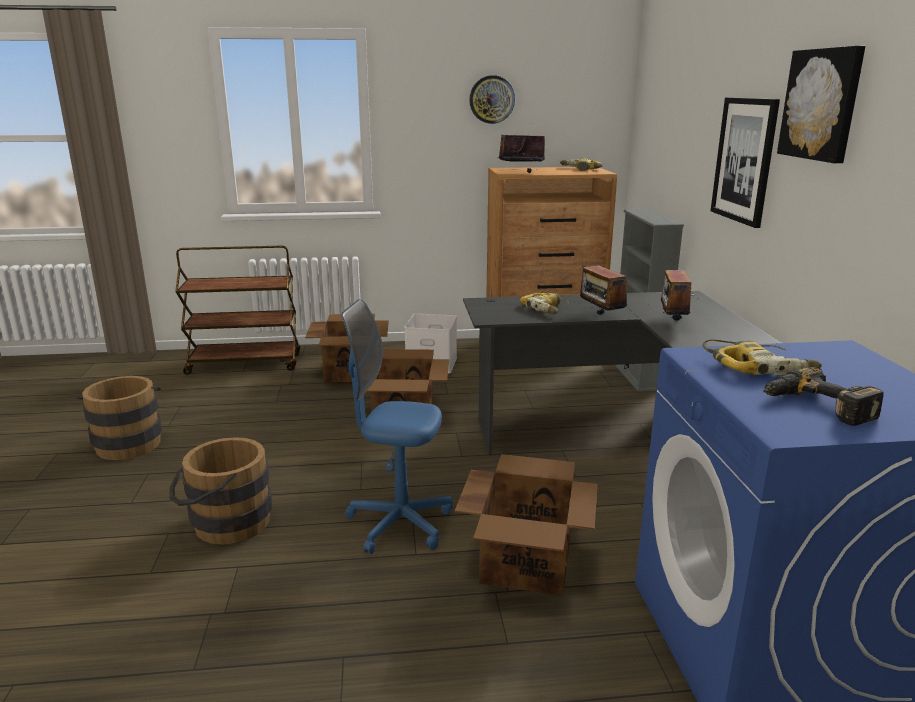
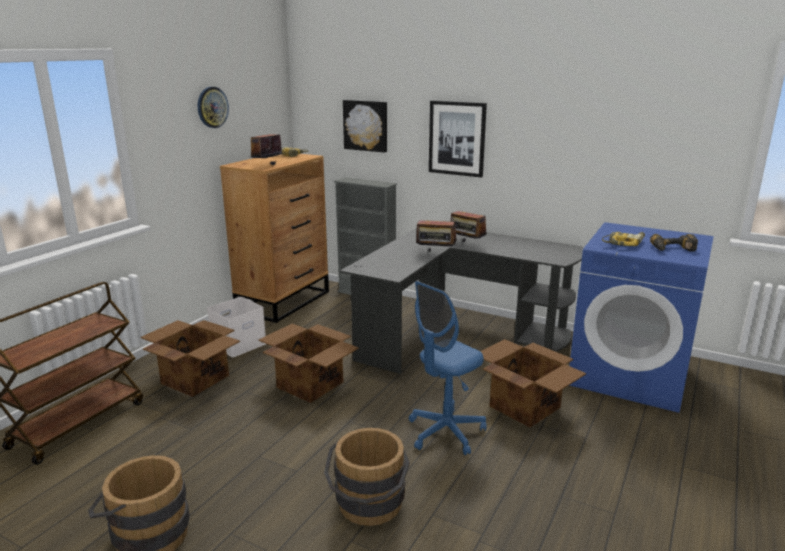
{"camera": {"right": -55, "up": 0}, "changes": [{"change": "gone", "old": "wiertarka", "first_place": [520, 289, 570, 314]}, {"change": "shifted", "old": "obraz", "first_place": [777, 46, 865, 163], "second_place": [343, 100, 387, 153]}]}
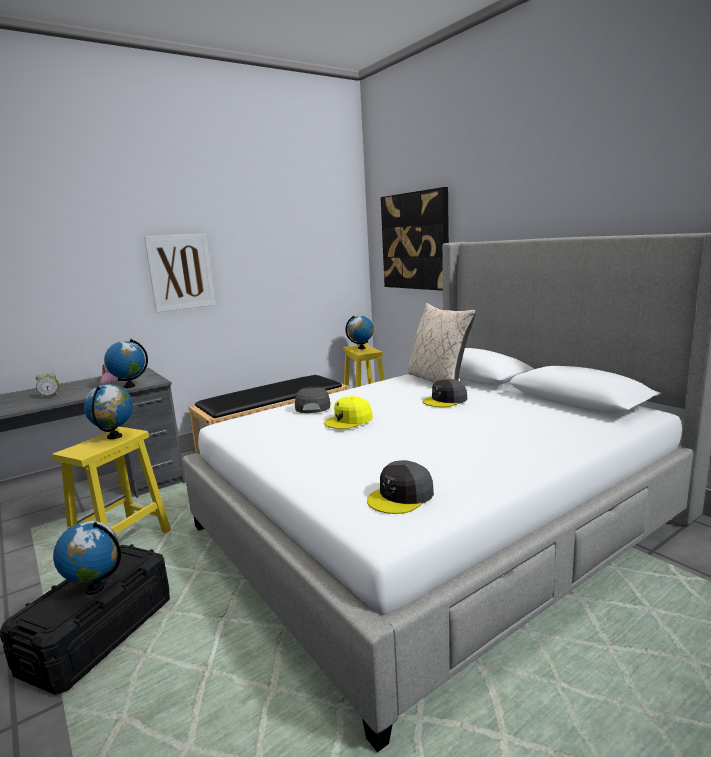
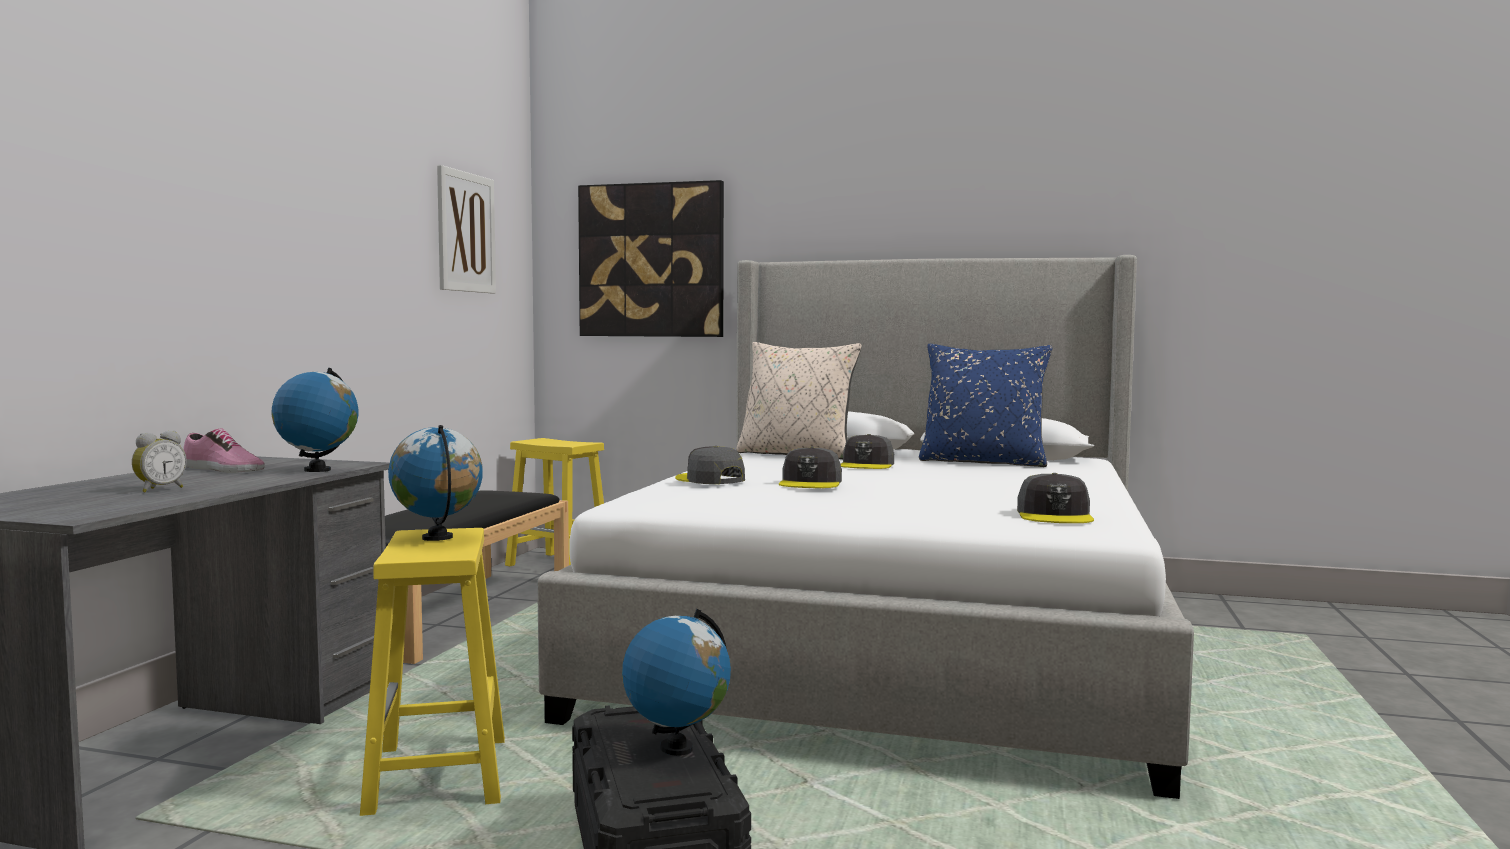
{"camera": {"right": -40, "up": -10}, "changes": [{"change": "gone", "old": "globus", "first_place": [346, 316, 374, 349]}, {"change": "new", "new": "poduszka/niebieski", "second_place": [919, 344, 1052, 467]}, {"change": "shifted", "old": "obraz", "first_place": [144, 234, 215, 312], "second_place": [437, 165, 496, 293]}, {"change": "repainted", "old": "czapka z daszkiem/żółty", "new": "czapka z daszkiem/szary", "first_place": [324, 396, 373, 429], "second_place": [779, 447, 842, 488]}]}
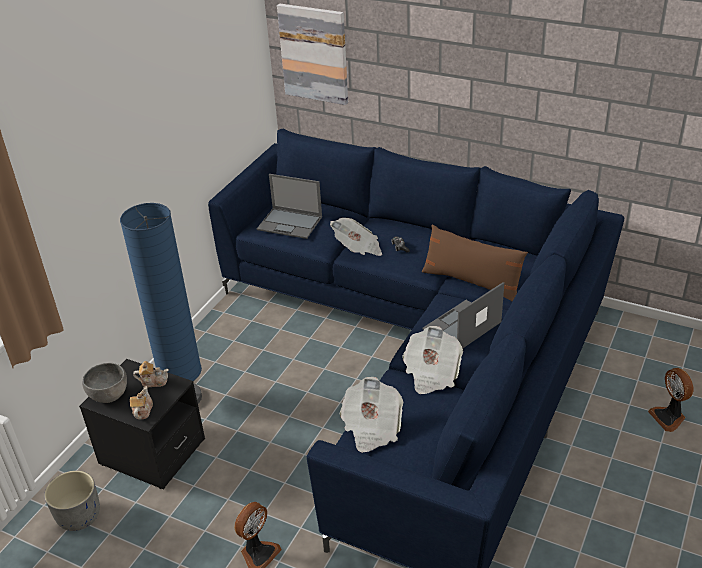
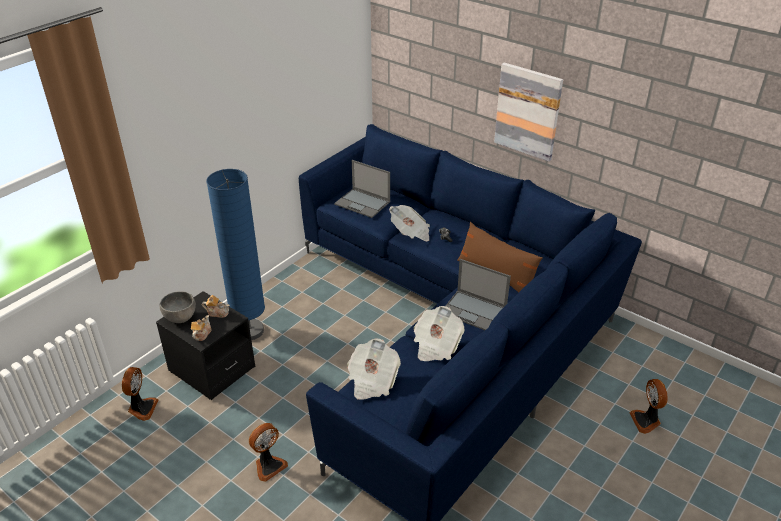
{"camera": {"right": 10, "up": 0}, "changes": [{"change": "shifted", "old": "obraz", "first_place": [277, 4, 348, 105], "second_place": [494, 63, 563, 162]}, {"change": "swapped", "old": "donica/szary", "new": "wentylator", "first_place": [44, 471, 100, 531], "second_place": [122, 367, 158, 421]}, {"change": "rotated", "old": "laptop", "first_place": [423, 282, 504, 349], "second_place": [446, 259, 511, 330], "degrees": -120}]}
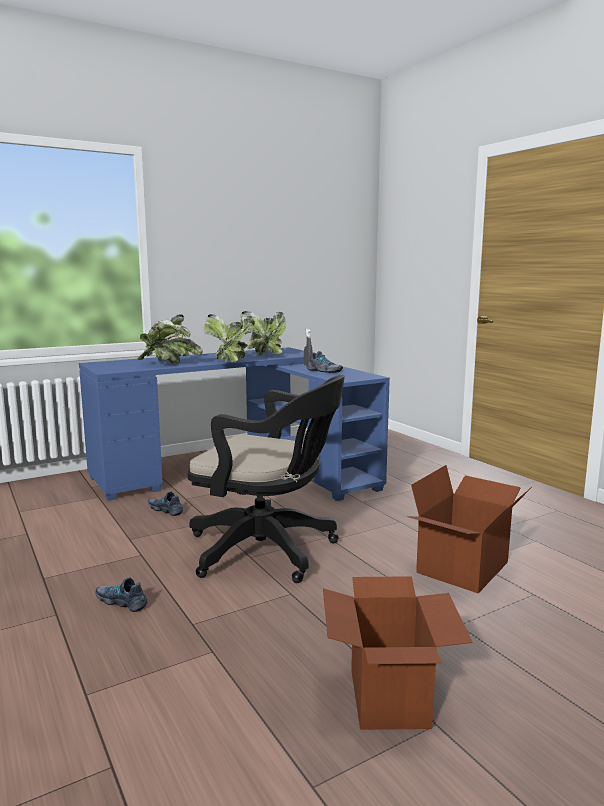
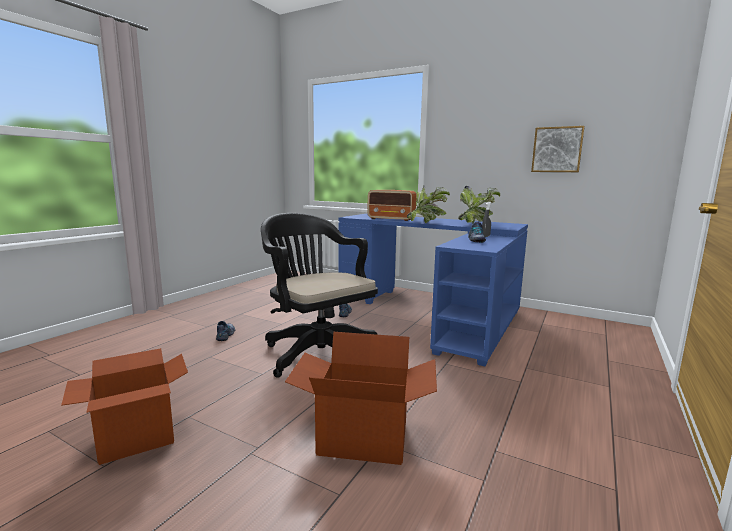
{"camera": {"right": 60, "up": 0}, "changes": [{"change": "new", "new": "obraz", "second_place": [531, 126, 585, 172]}, {"change": "swapped", "old": "roślina doniczkowa", "new": "radio", "first_place": [137, 314, 203, 364], "second_place": [367, 190, 417, 221]}, {"change": "rotated", "old": "krzesło biurowe/czarny", "first_place": [187, 375, 345, 583], "second_place": [261, 213, 378, 378], "degrees": 150}]}
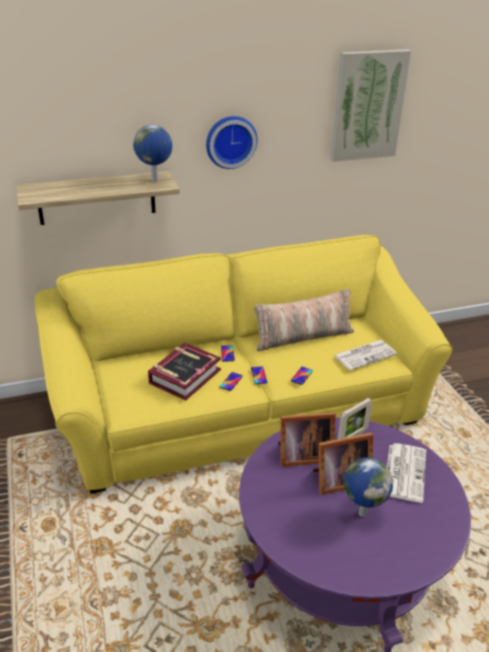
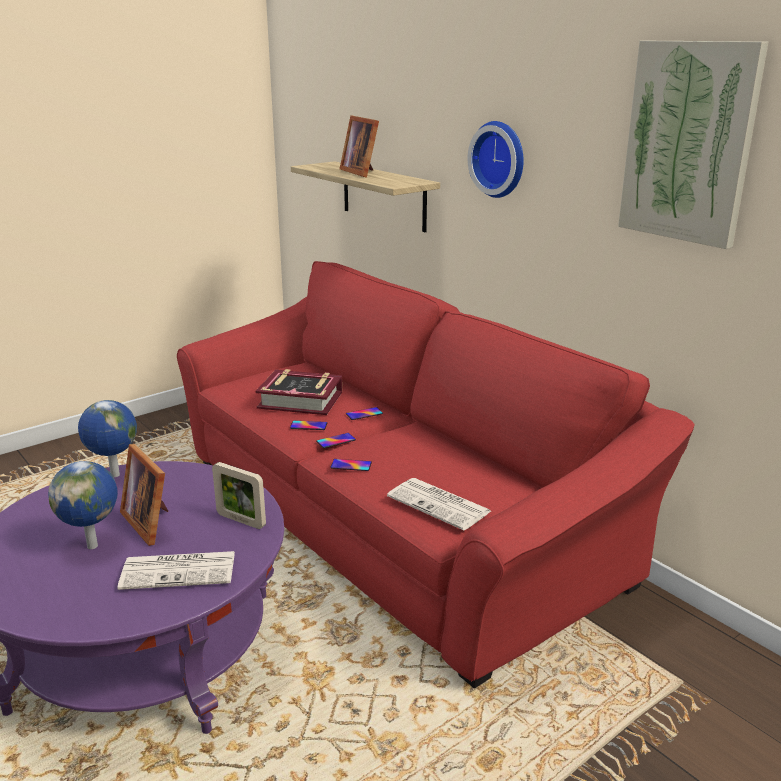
{"camera": {"right": 70, "up": -10}, "changes": [{"change": "gone", "old": "poduszka", "first_place": [254, 289, 354, 351]}, {"change": "shifted", "old": "globus", "first_place": [133, 125, 172, 182], "second_place": [78, 400, 137, 477]}, {"change": "shifted", "old": "ramka na zdjęcie", "first_place": [278, 412, 336, 467], "second_place": [339, 115, 379, 178]}, {"change": "repainted", "old": "kanapa/żółty", "new": "kanapa/czerwony", "first_place": [35, 235, 453, 494], "second_place": [177, 261, 695, 688]}]}
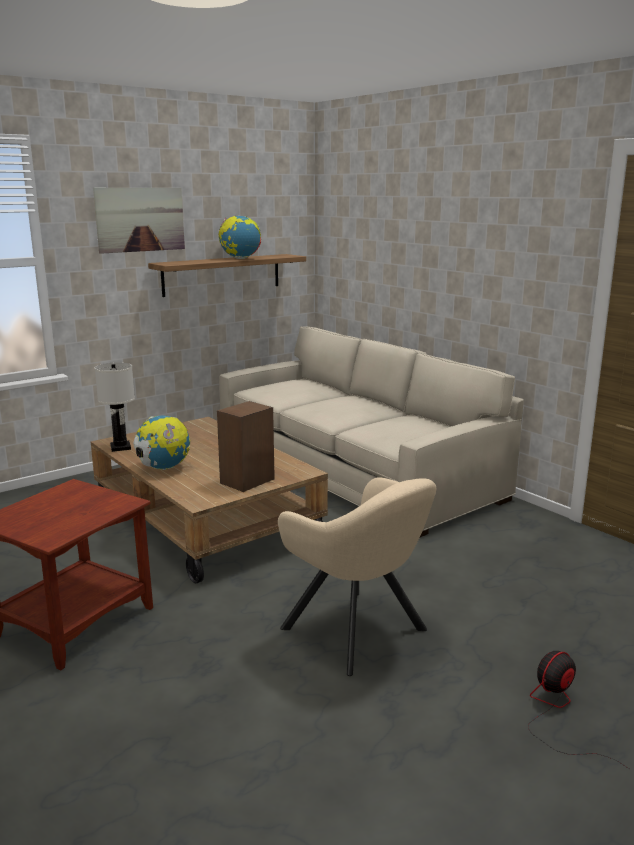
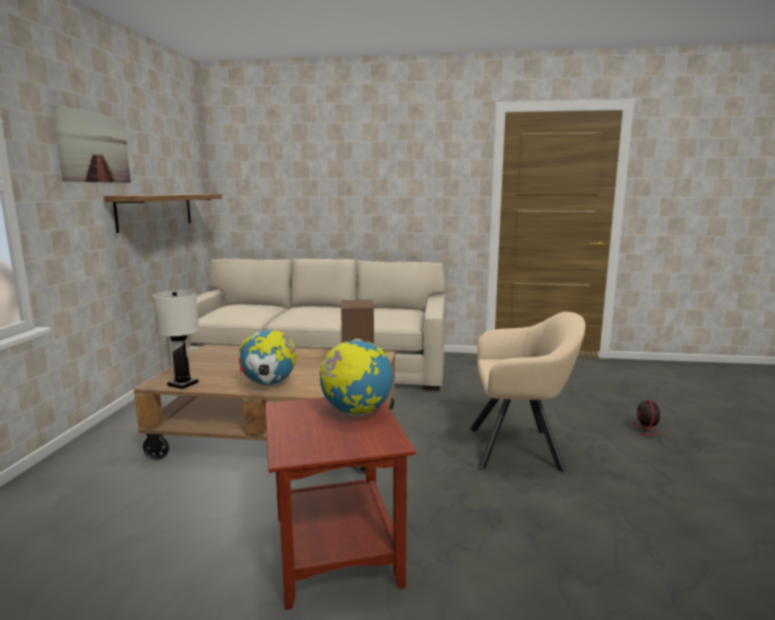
{"camera": {"right": -45, "up": -5}, "changes": [{"change": "shifted", "old": "globus", "first_place": [219, 216, 261, 259], "second_place": [319, 339, 393, 416]}]}
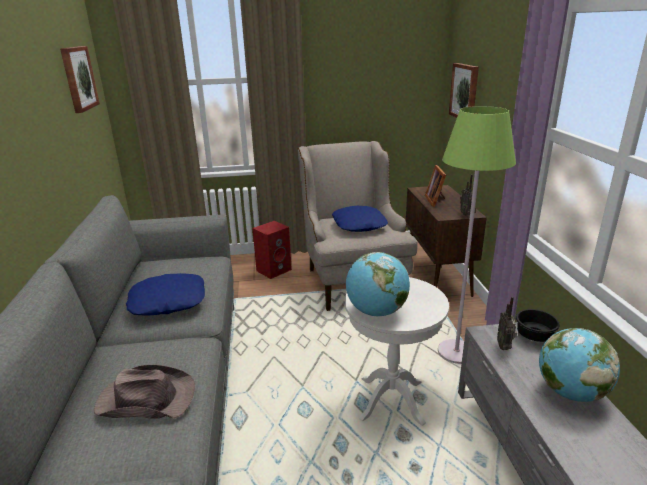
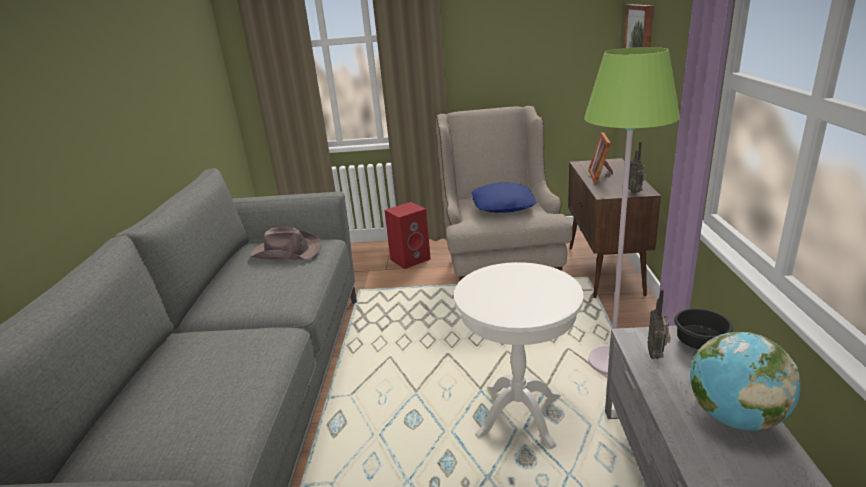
{"camera": {"right": 10, "up": 0}, "changes": [{"change": "gone", "old": "obraz", "first_place": [60, 46, 100, 113]}, {"change": "gone", "old": "poduszka/niebieski", "first_place": [126, 273, 205, 316]}, {"change": "gone", "old": "globus", "first_place": [346, 252, 410, 316]}, {"change": "shifted", "old": "kapelusz/brązowy", "first_place": [94, 365, 195, 419], "second_place": [250, 227, 322, 260]}]}
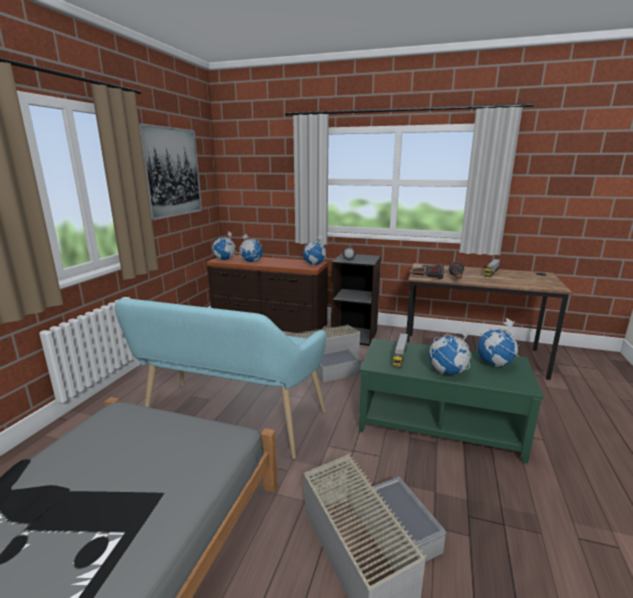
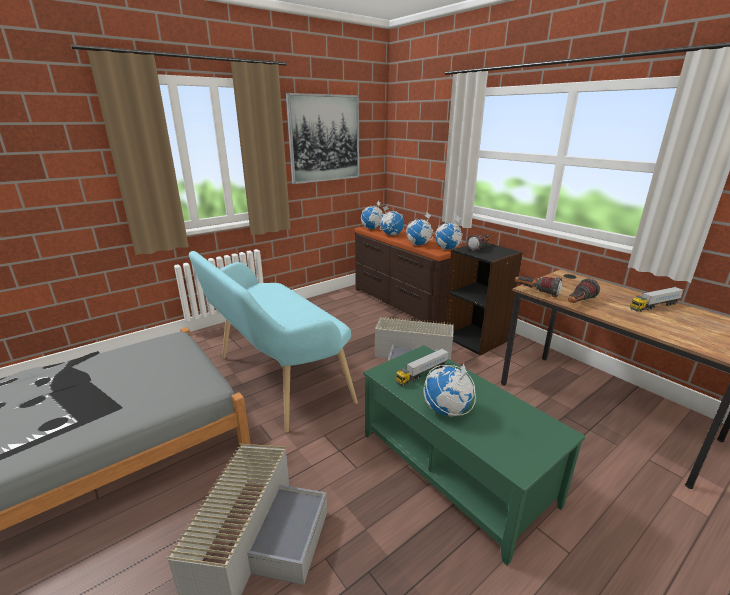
{"camera": {"right": 35, "up": 5}, "changes": [{"change": "shifted", "old": "globus", "first_place": [478, 318, 519, 367], "second_place": [406, 213, 433, 245]}]}
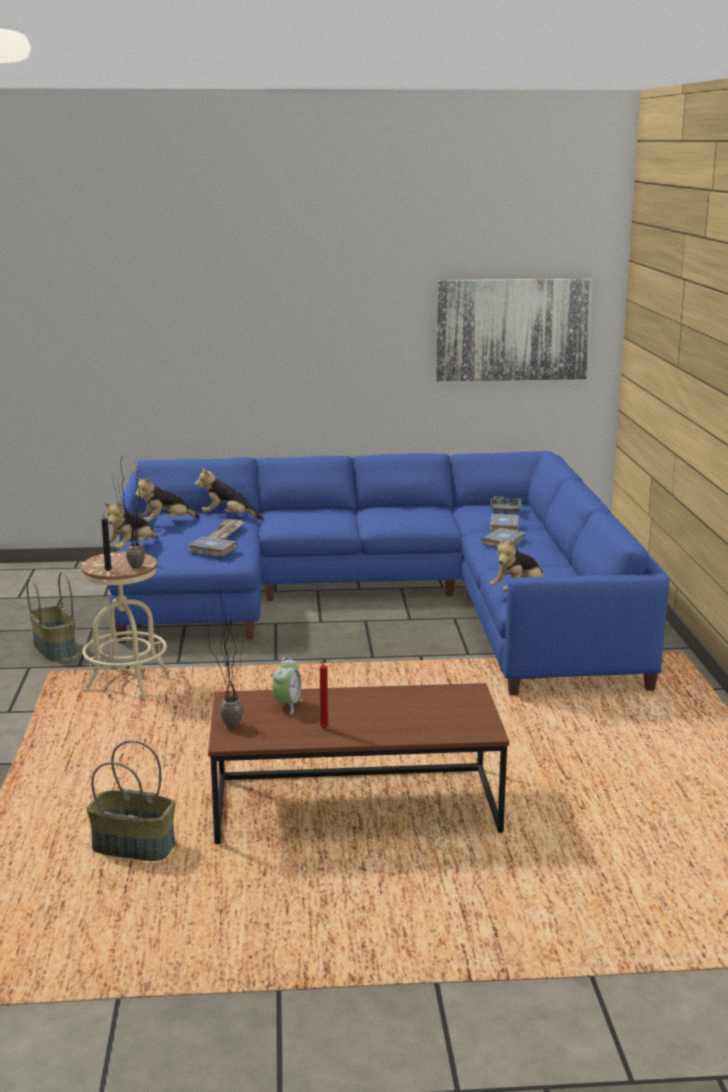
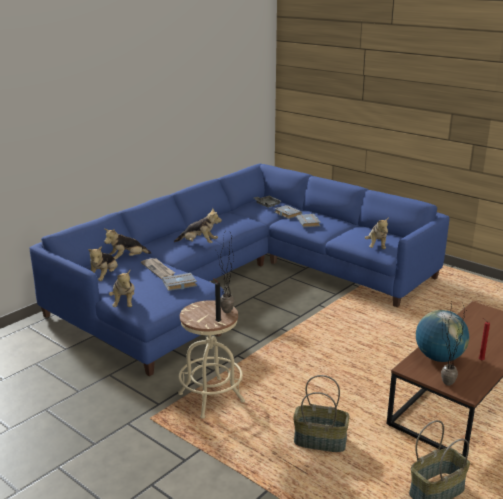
{"camera": {"right": -45, "up": 5}, "changes": [{"change": "gone", "old": "obraz", "first_place": [436, 279, 592, 381]}, {"change": "new", "new": "pluszak", "second_place": [174, 208, 222, 243]}, {"change": "shifted", "old": "koszyk", "first_place": [27, 572, 77, 661], "second_place": [293, 375, 350, 452]}, {"change": "swapped", "old": "budzik", "new": "globus", "first_place": [273, 657, 303, 714], "second_place": [416, 310, 469, 362]}]}
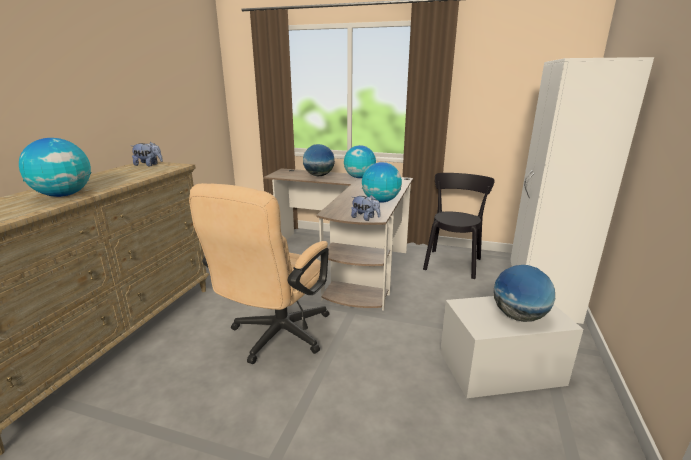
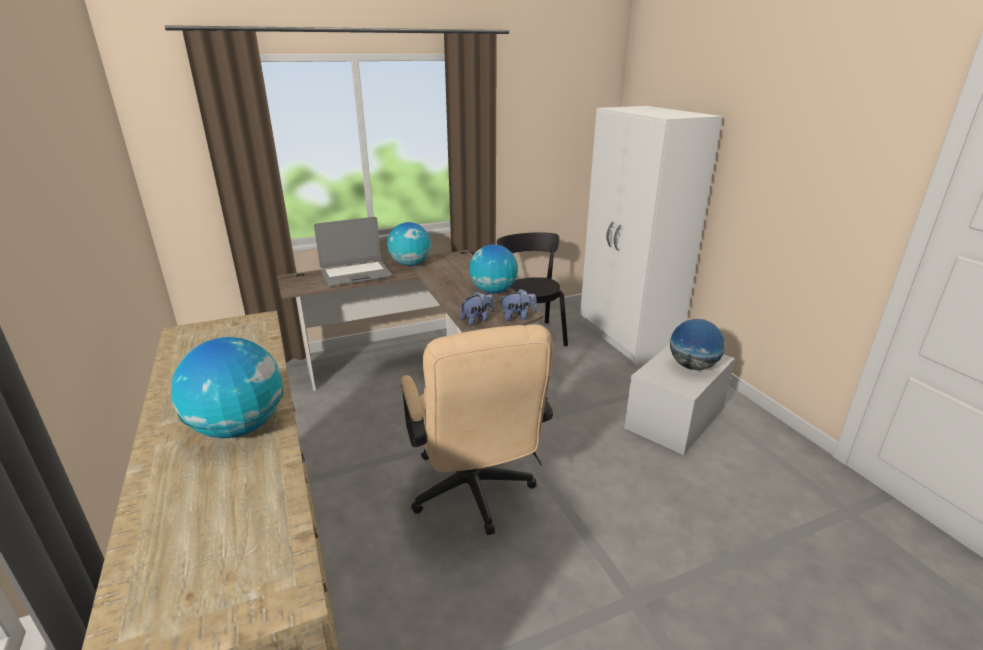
{"camera": {"right": -40, "up": 5}, "changes": [{"change": "shifted", "old": "pluszak", "first_place": [132, 142, 163, 166], "second_place": [460, 291, 494, 326]}, {"change": "swapped", "old": "globus", "new": "laptop", "first_place": [303, 144, 335, 176], "second_place": [314, 217, 393, 286]}]}
